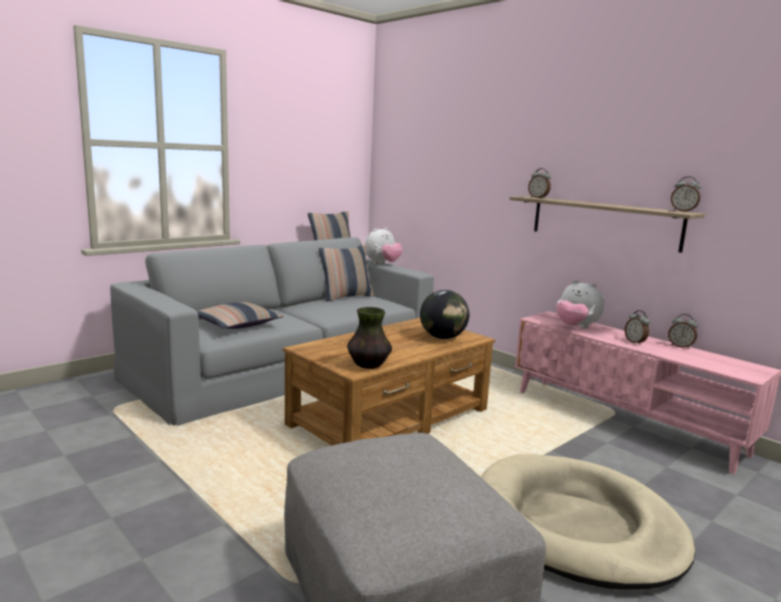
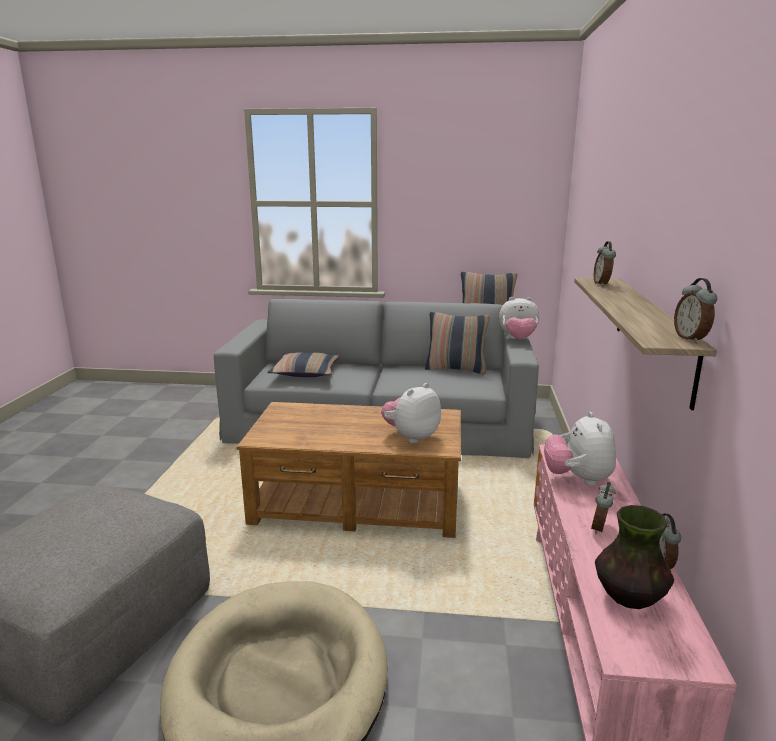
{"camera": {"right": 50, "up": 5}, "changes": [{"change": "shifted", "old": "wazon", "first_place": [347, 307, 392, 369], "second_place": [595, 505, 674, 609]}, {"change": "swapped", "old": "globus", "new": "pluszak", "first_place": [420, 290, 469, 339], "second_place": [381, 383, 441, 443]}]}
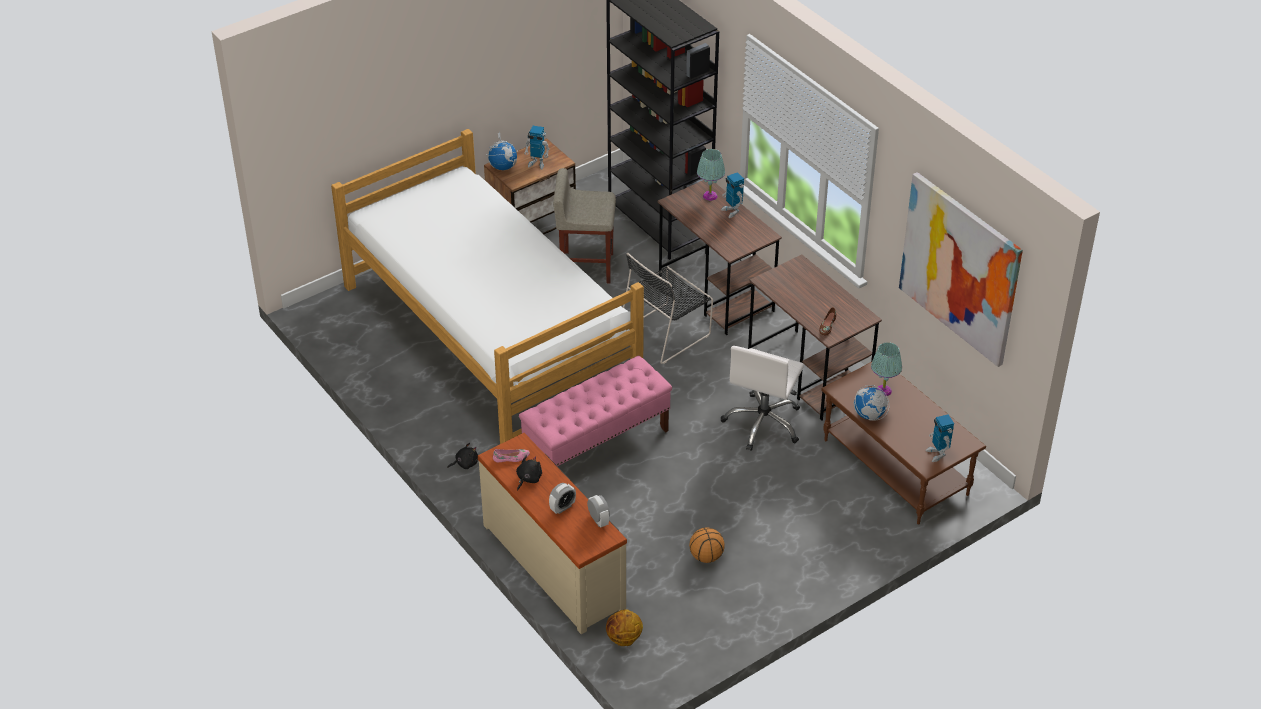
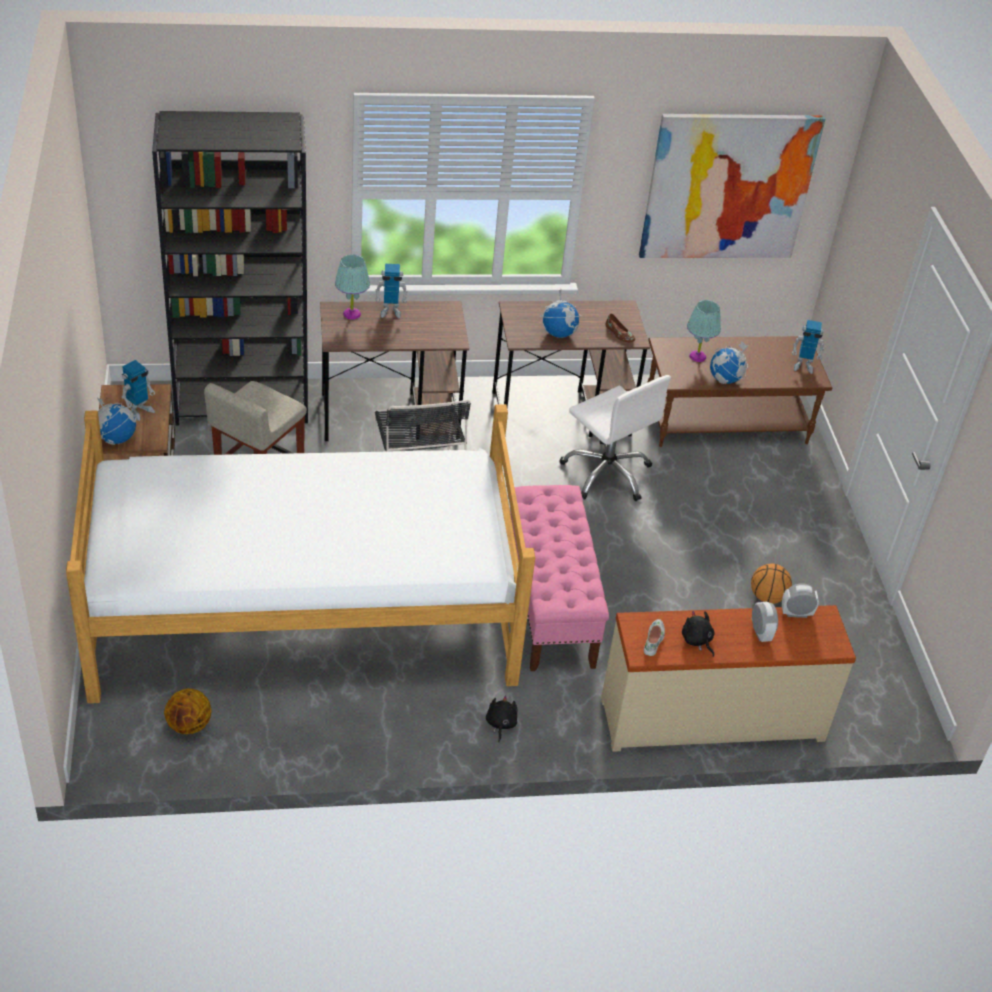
{"camera": {"right": -65, "up": 0}, "changes": [{"change": "new", "new": "globus", "second_place": [540, 289, 581, 338]}, {"change": "shifted", "old": "piłka do koszykówki", "first_place": [606, 609, 643, 646], "second_place": [164, 688, 212, 734]}, {"change": "repainted", "old": "but/różowy", "new": "but/biały", "first_place": [493, 449, 530, 462], "second_place": [644, 619, 665, 656]}]}
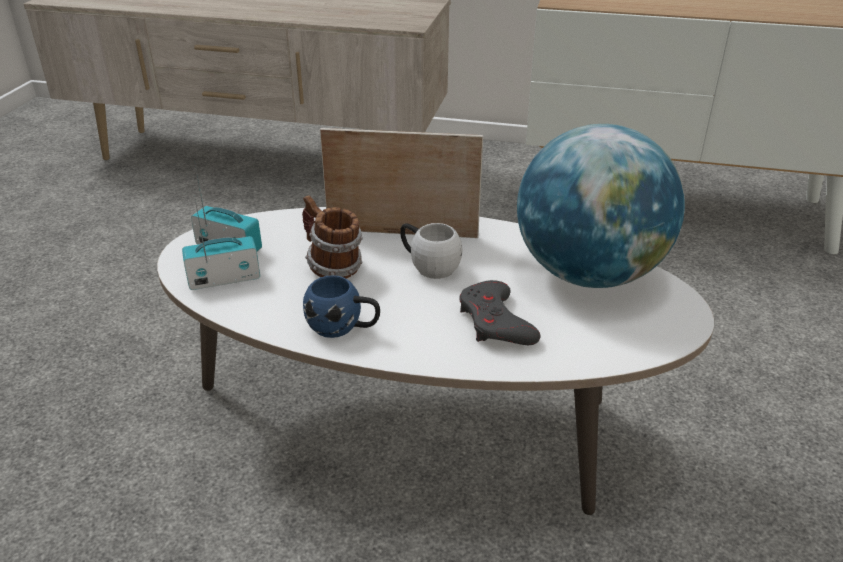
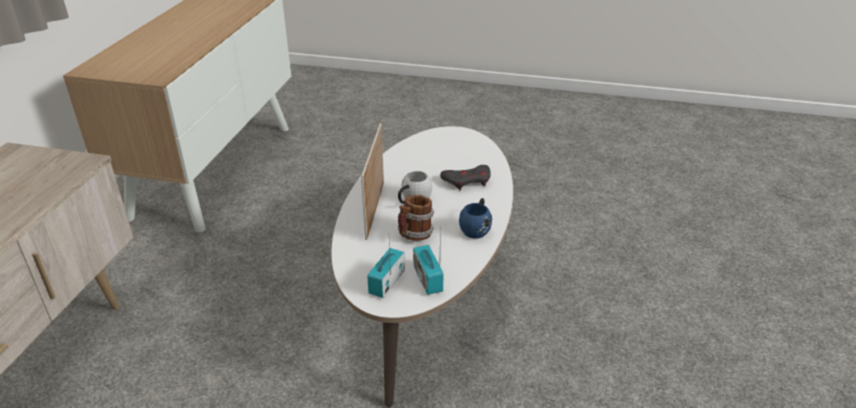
{"camera": {"right": -90, "up": 0}, "changes": [{"change": "gone", "old": "globus", "first_place": [517, 124, 685, 288]}]}
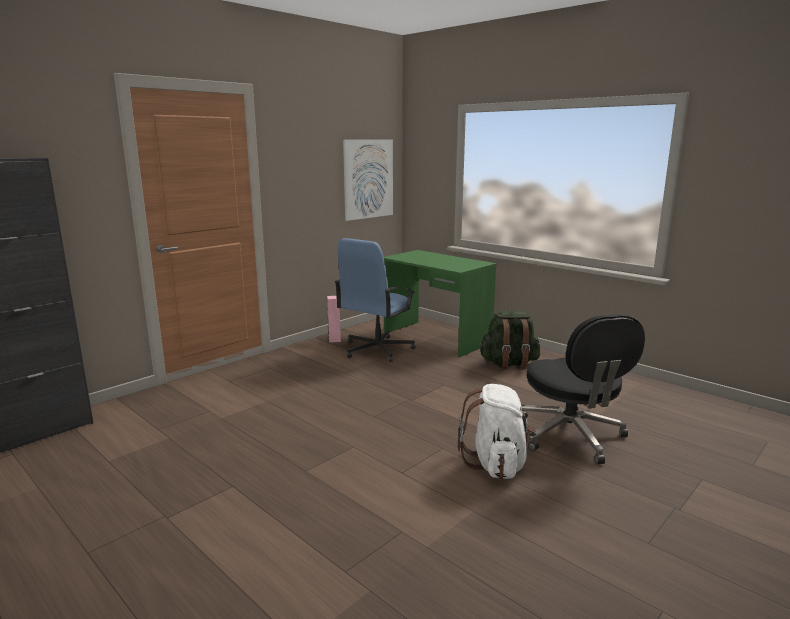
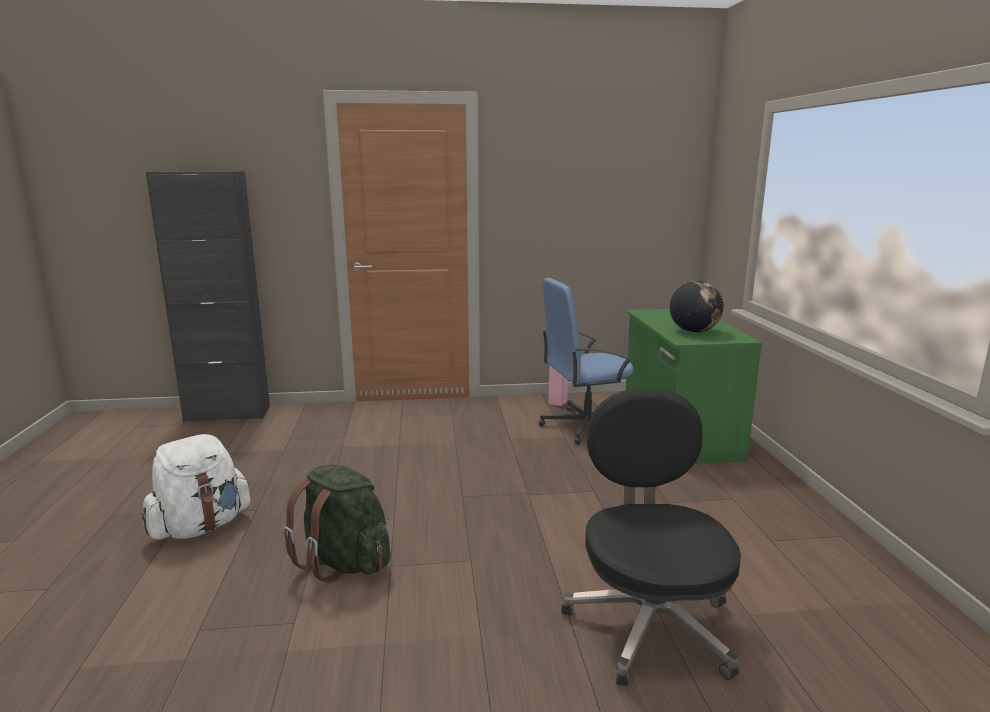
{"camera": {"right": 40, "up": 0}, "changes": [{"change": "gone", "old": "obraz", "first_place": [343, 139, 393, 221]}, {"change": "new", "new": "globus", "second_place": [670, 281, 724, 333]}, {"change": "shifted", "old": "plecak/biały", "first_place": [458, 384, 535, 479], "second_place": [142, 434, 250, 540]}, {"change": "shifted", "old": "plecak/zielony", "first_place": [479, 311, 540, 370], "second_place": [283, 465, 391, 583]}, {"change": "rotated", "old": "krzesło biurowe/czarny", "first_place": [521, 314, 645, 464], "second_place": [561, 389, 741, 686], "degrees": 150}]}
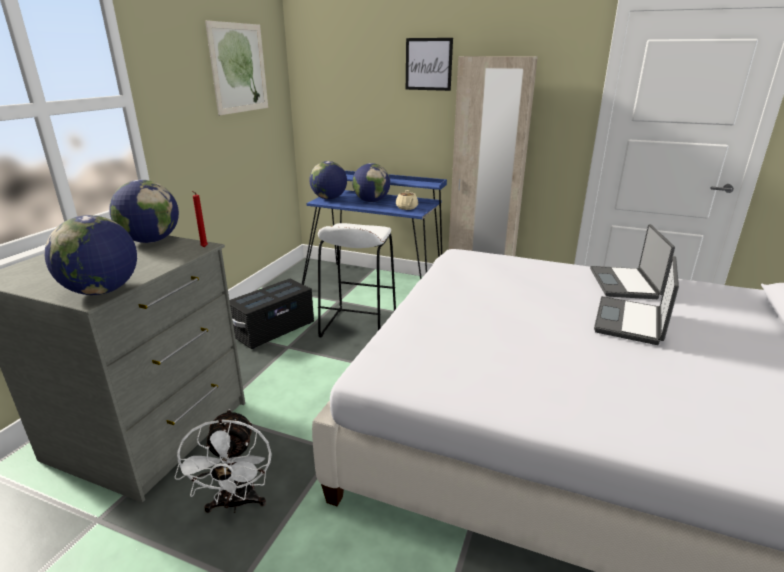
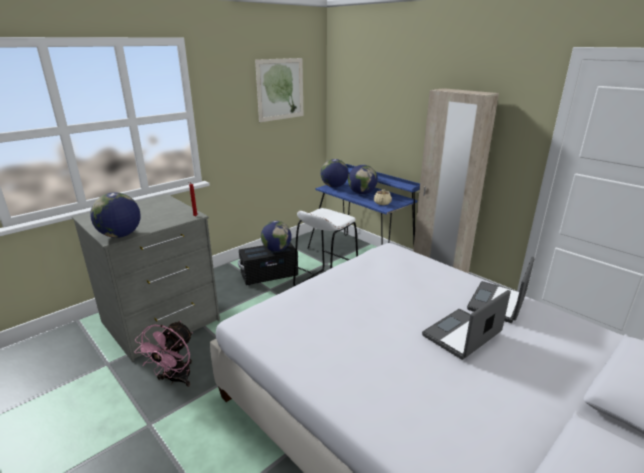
{"camera": {"right": 25, "up": 0}, "changes": [{"change": "gone", "old": "obraz", "first_place": [406, 38, 453, 91]}, {"change": "shifted", "old": "globus", "first_place": [109, 180, 179, 243], "second_place": [261, 221, 291, 251]}, {"change": "repainted", "old": "wentylator/biały", "new": "wentylator/różowy", "first_place": [174, 409, 272, 513], "second_place": [135, 321, 193, 387]}]}
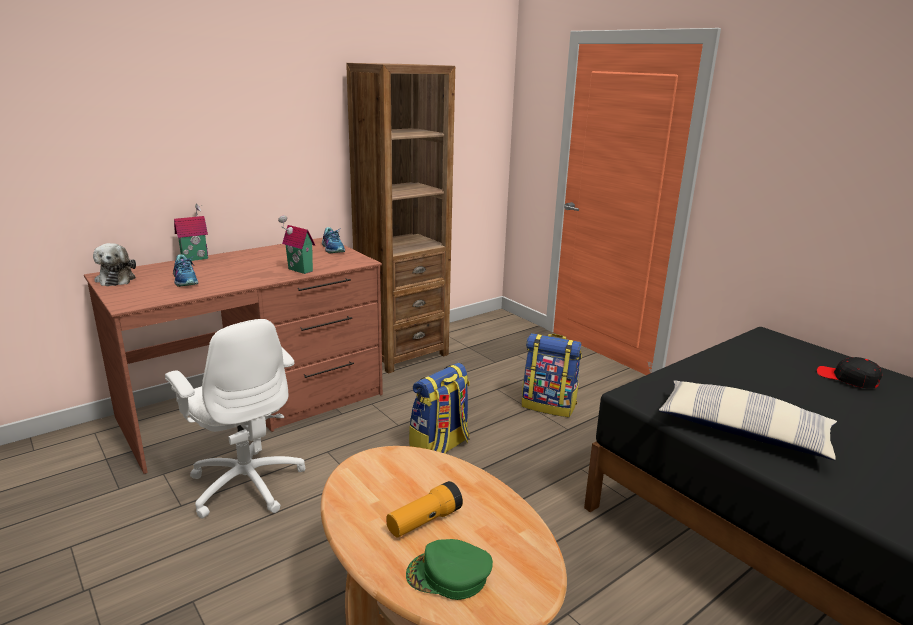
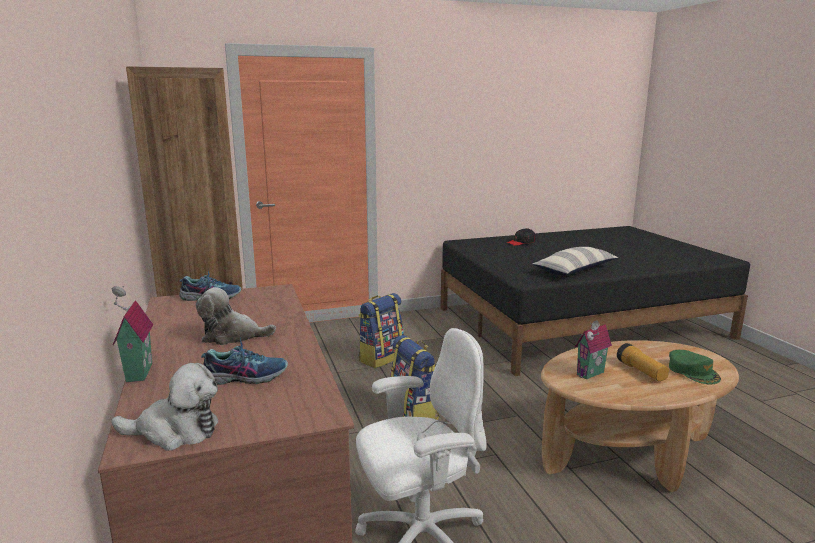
{"camera": {"right": -70, "up": -5}, "changes": [{"change": "new", "new": "pluszak", "second_place": [196, 287, 276, 345]}, {"change": "shifted", "old": "domek", "first_place": [278, 216, 316, 274], "second_place": [575, 321, 612, 379]}, {"change": "rotated", "old": "czapka z daszkiem/zielony", "first_place": [406, 539, 493, 600], "second_place": [669, 350, 721, 384], "degrees": -45}]}
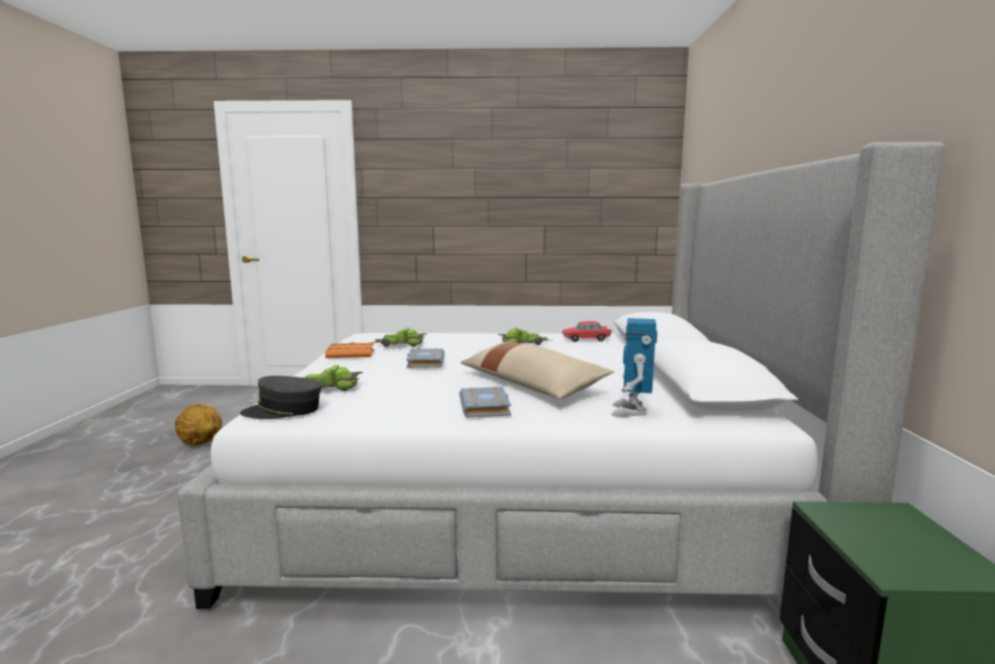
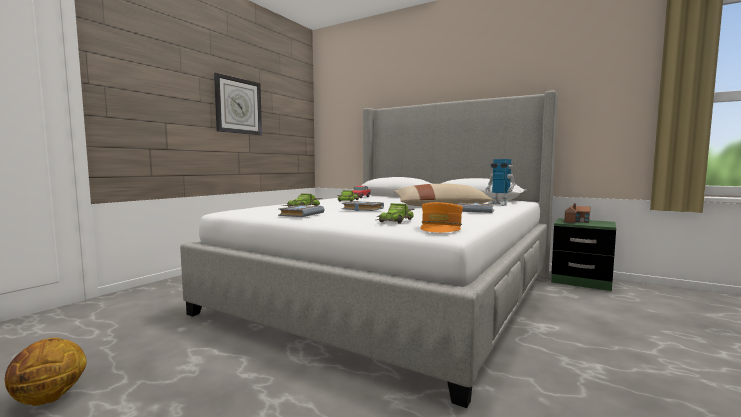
{"camera": {"right": -60, "up": -5}, "changes": [{"change": "new", "new": "zegar ścienny", "second_place": [214, 73, 262, 135]}, {"change": "new", "new": "domek", "second_place": [564, 203, 591, 224]}, {"change": "repainted", "old": "czapka z daszkiem/szary", "new": "czapka z daszkiem/pomarańczowy", "first_place": [240, 376, 322, 419], "second_place": [420, 202, 463, 232]}, {"change": "repainted", "old": "książka/pomarańczowy", "new": "książka/szary", "first_place": [325, 342, 374, 358], "second_place": [278, 205, 325, 217]}]}
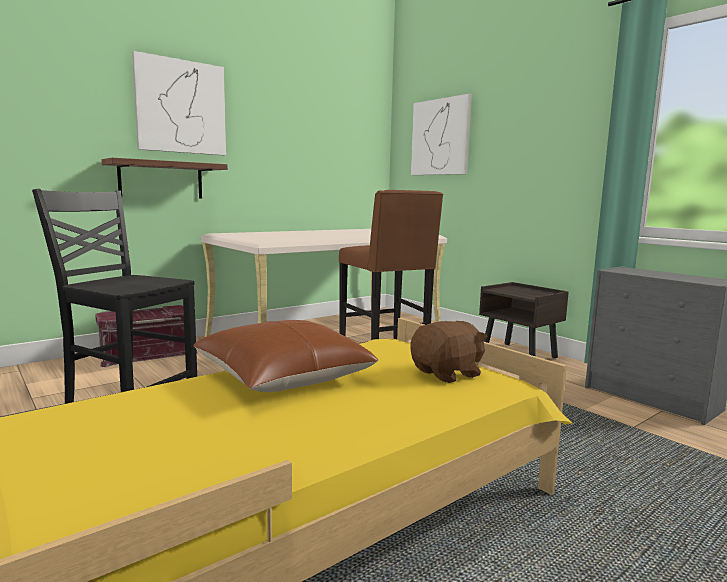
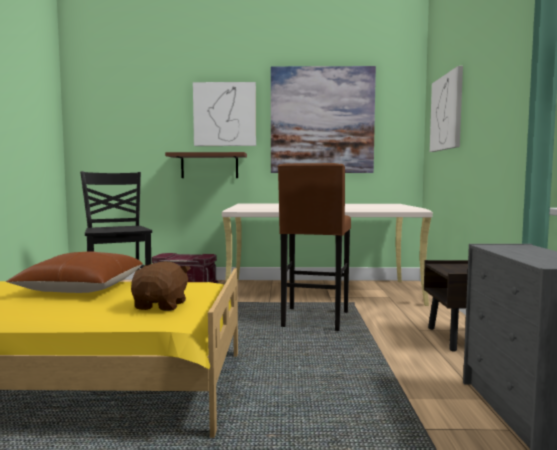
{"camera": {"right": 40, "up": -5}, "changes": [{"change": "new", "new": "obraz", "second_place": [271, 66, 376, 173]}, {"change": "rotated", "old": "pluszak/brązowy", "first_place": [410, 321, 487, 383], "second_place": [131, 261, 190, 311], "degrees": -90}]}
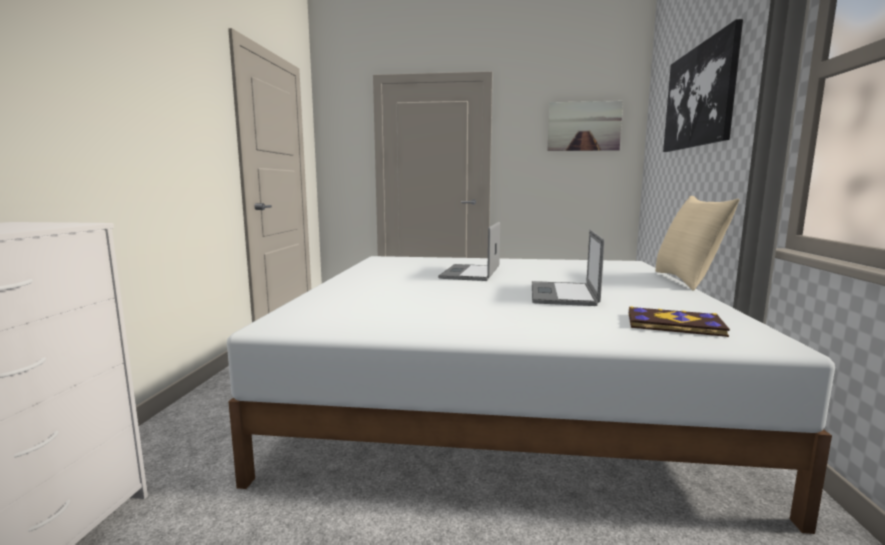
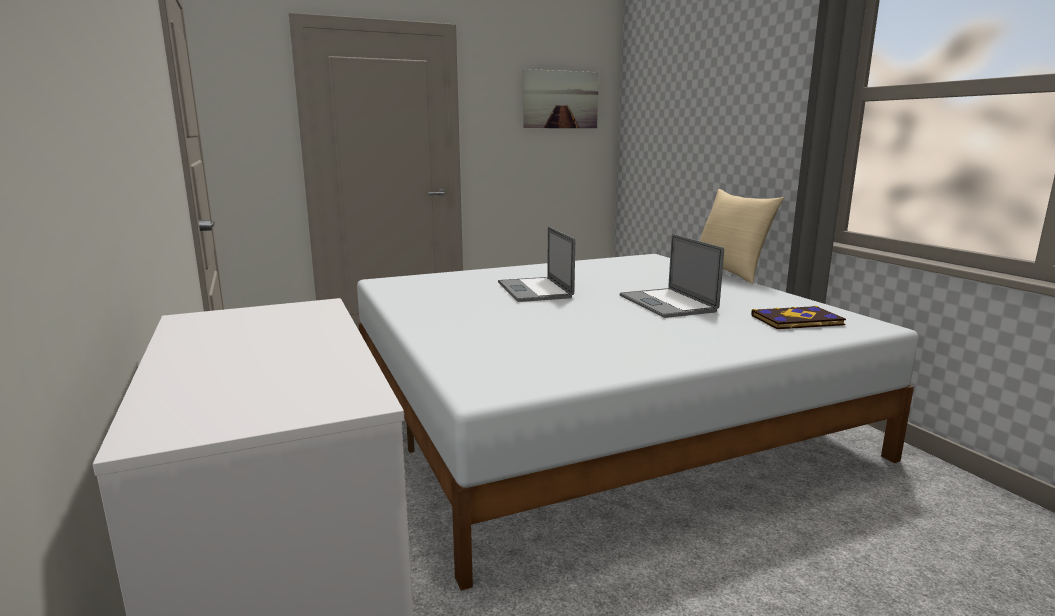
{"camera": {"right": -30, "up": 5}, "changes": [{"change": "gone", "old": "obraz", "first_place": [663, 19, 743, 152]}]}
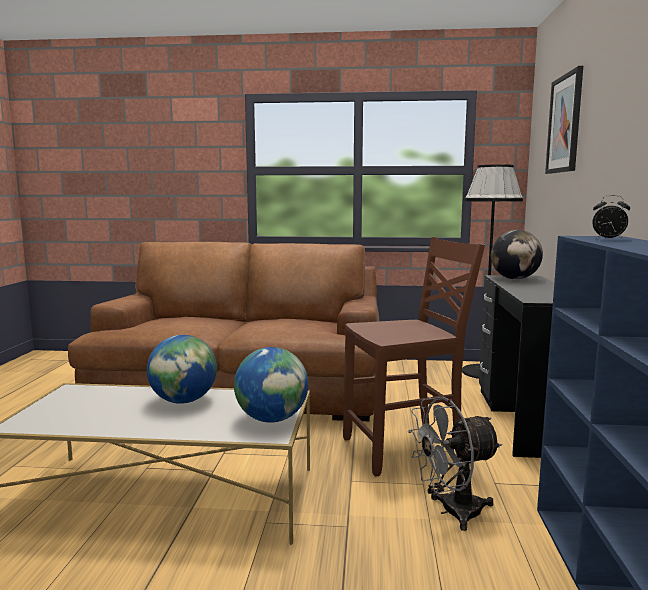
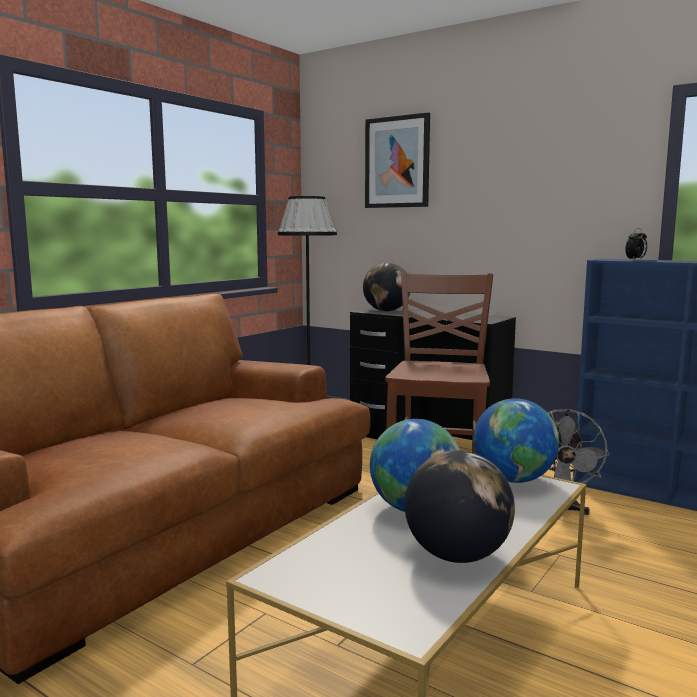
{"camera": {"right": -60, "up": 0}, "changes": [{"change": "new", "new": "globus", "second_place": [405, 451, 515, 563]}]}
